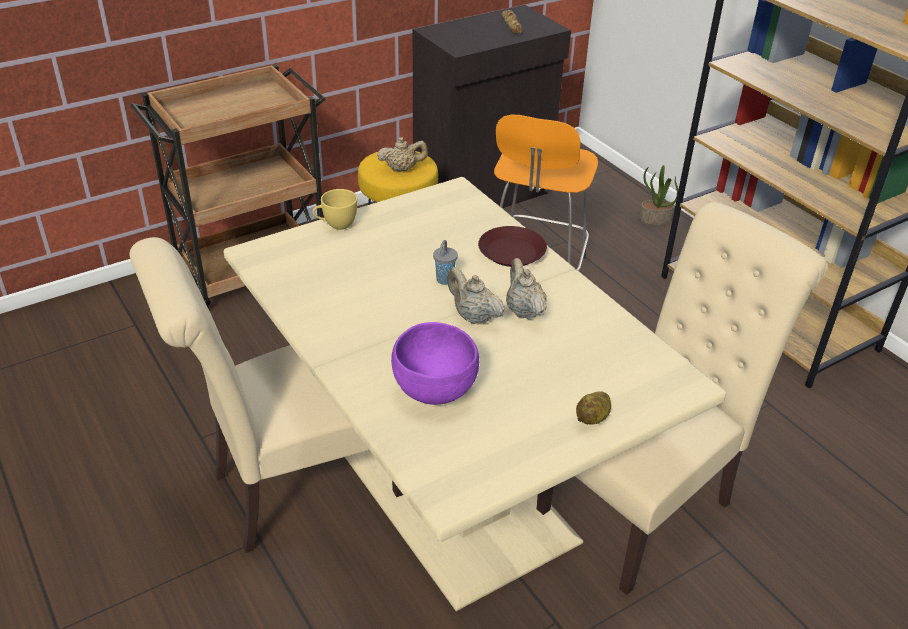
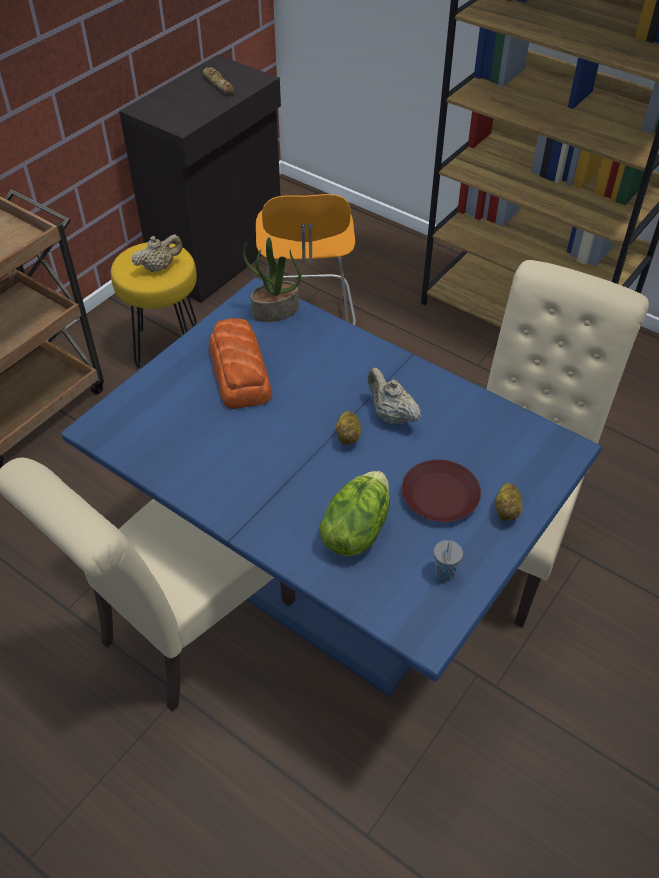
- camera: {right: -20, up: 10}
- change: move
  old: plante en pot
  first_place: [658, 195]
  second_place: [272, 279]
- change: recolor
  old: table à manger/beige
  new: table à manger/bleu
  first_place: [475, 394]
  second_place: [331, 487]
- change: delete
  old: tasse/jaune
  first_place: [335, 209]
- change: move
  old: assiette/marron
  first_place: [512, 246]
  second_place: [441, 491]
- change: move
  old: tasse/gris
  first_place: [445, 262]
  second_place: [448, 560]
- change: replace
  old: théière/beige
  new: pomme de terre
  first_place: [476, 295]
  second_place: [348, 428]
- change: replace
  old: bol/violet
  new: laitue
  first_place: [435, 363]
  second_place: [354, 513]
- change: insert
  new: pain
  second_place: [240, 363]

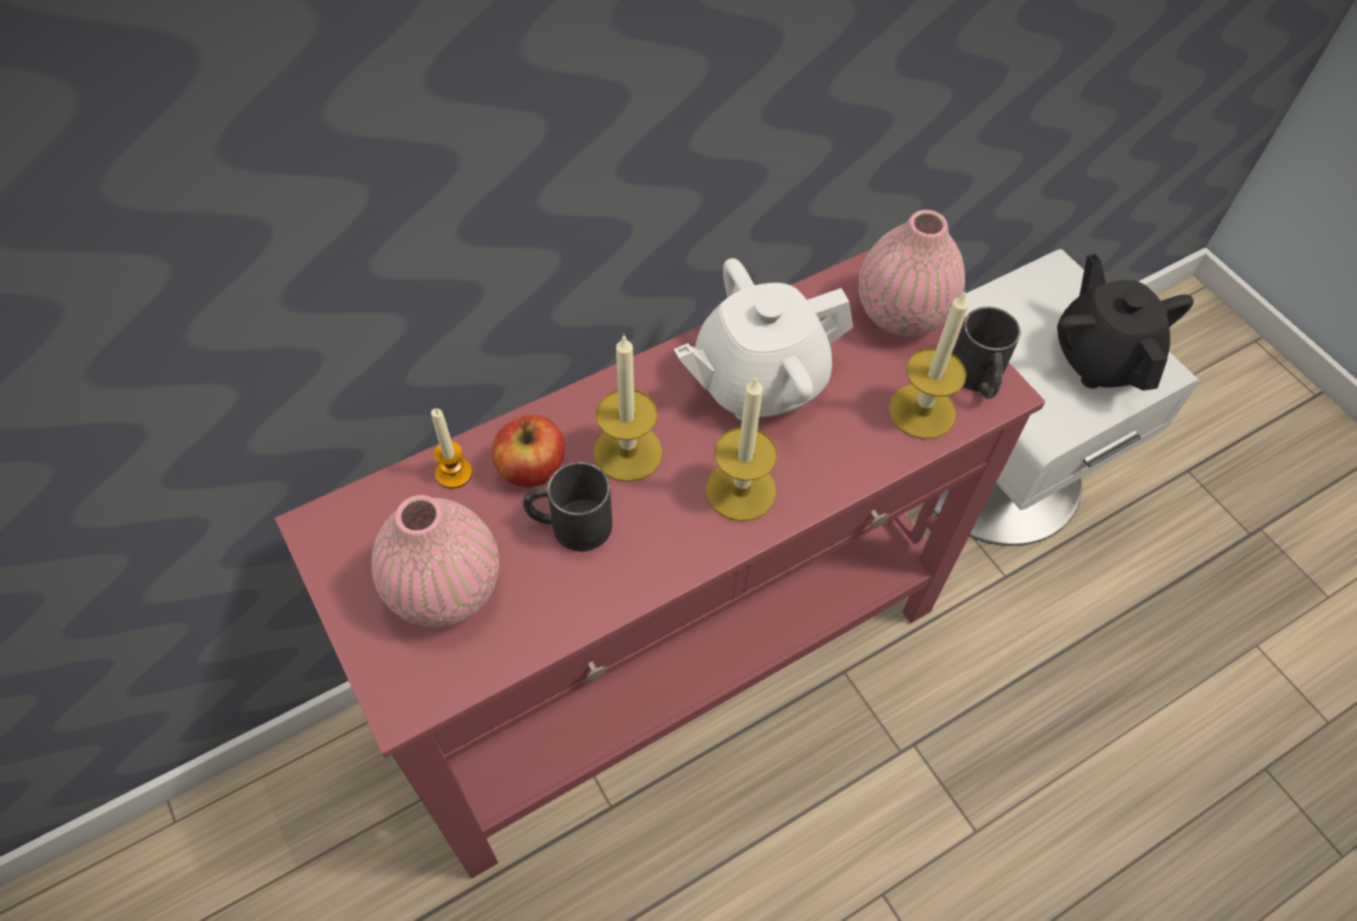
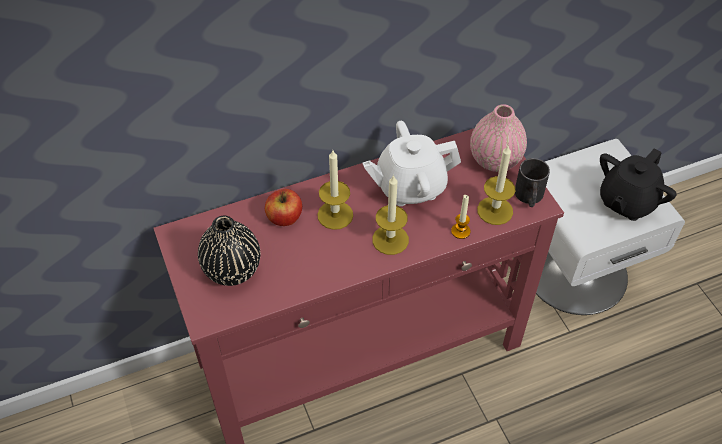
- camera: {right: 10, up: -5}
- change: rotate
  old: théière/noir
  first_place: [1125, 322]
  second_place: [638, 184]
  degrees: -135
- change: move
  old: bougie
  first_place: [451, 449]
  second_place: [461, 217]
- change: delete
  old: mug/noir
  first_place: [567, 506]
- change: recolor
  old: vase/rose
  new: vase/noir
  first_place: [435, 561]
  second_place: [229, 251]

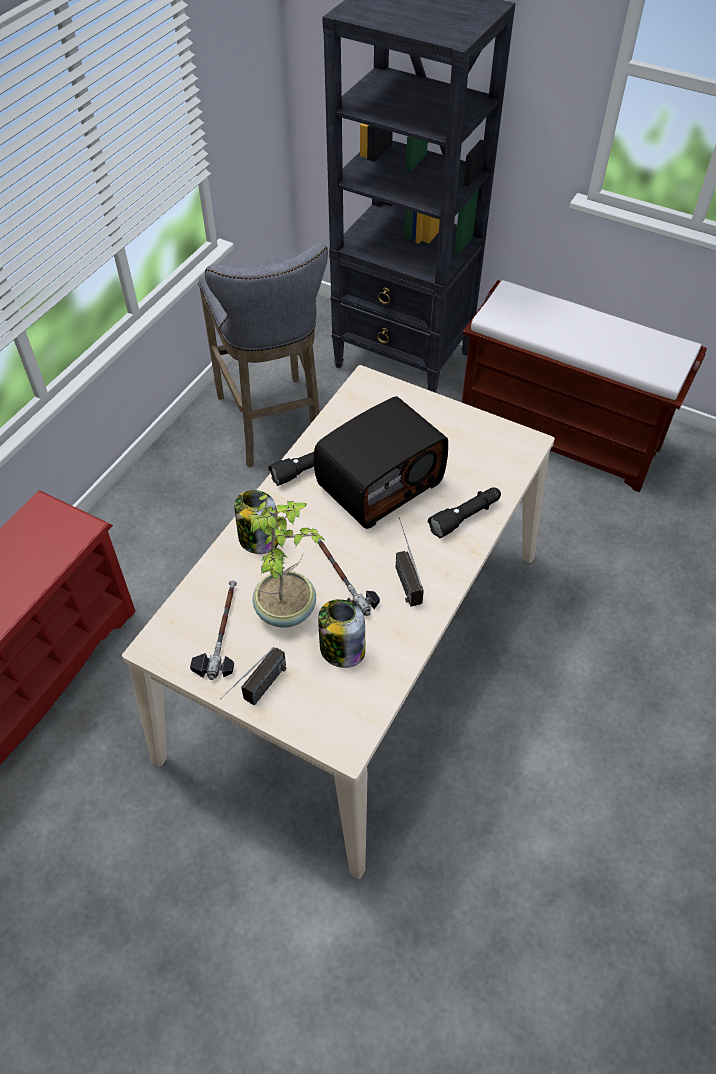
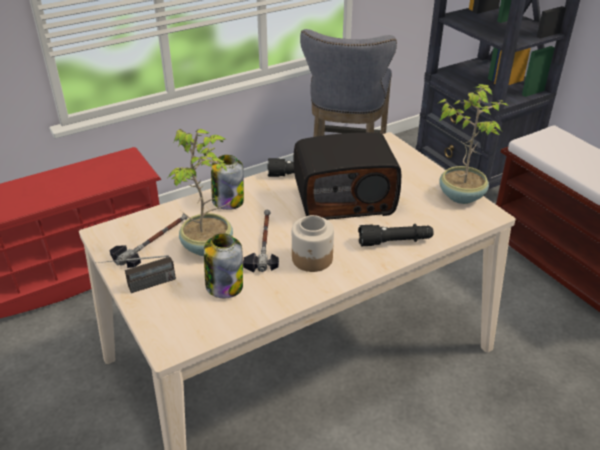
- camera: {right: 30, up: -15}
- change: replace
  old: radio
  new: bocal
  first_place: [409, 562]
  second_place: [313, 243]
- change: insert
  new: plante en pot
  second_place: [474, 144]

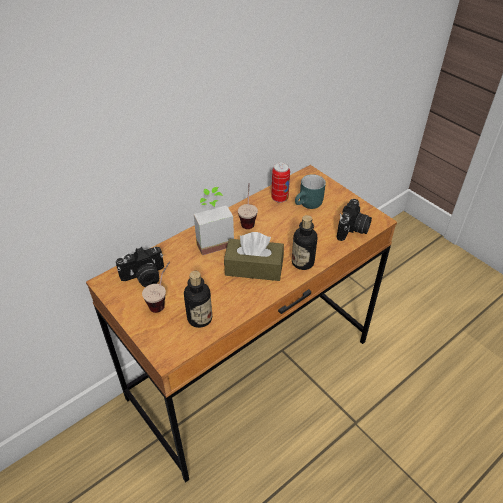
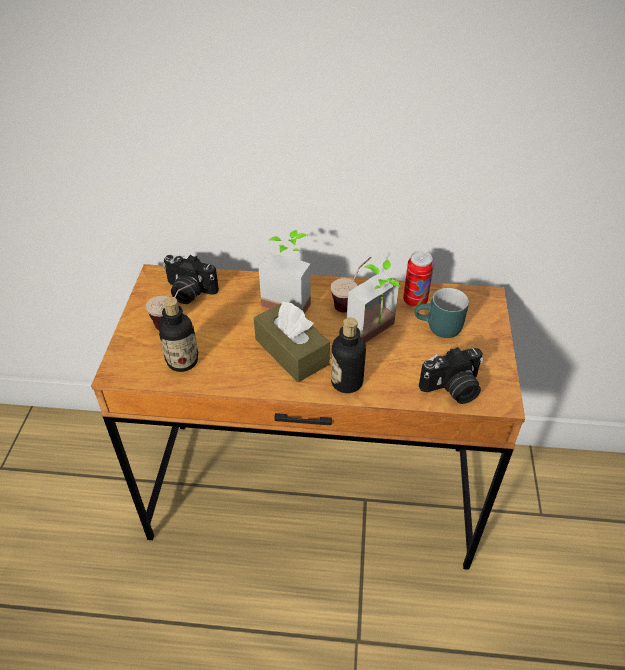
- camera: {right: 45, up: 0}
- change: insert
  new: plante en pot
  second_place: [373, 301]

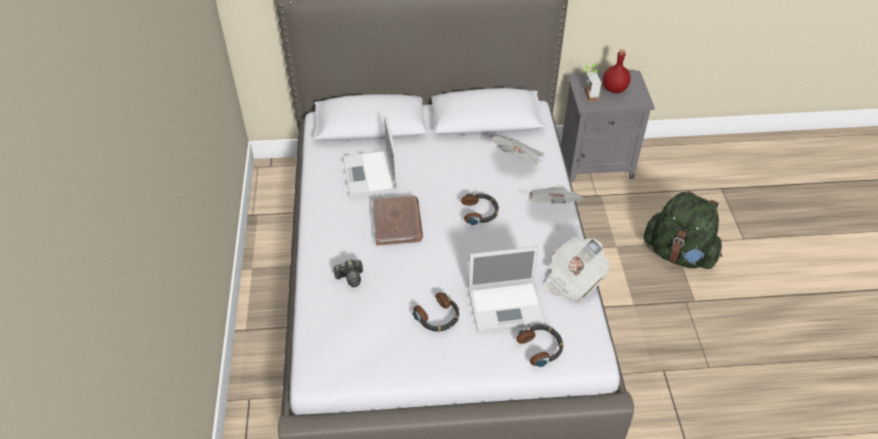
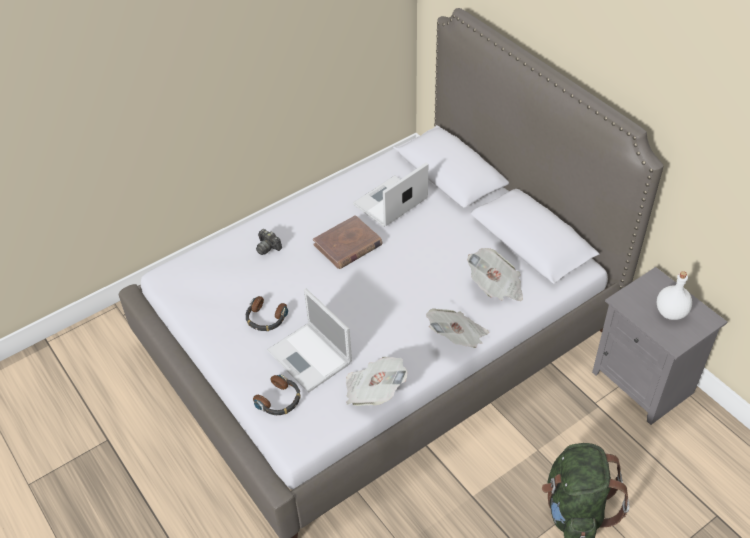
- camera: {right: 60, up: 0}
- change: recolor
  old: bouteille/rouge
  new: bouteille/blanc
  first_place: [617, 71]
  second_place: [674, 295]
- change: delete
  old: plante en pot
  first_place: [592, 83]
- change: delete
  old: casque audio
  first_place: [480, 209]

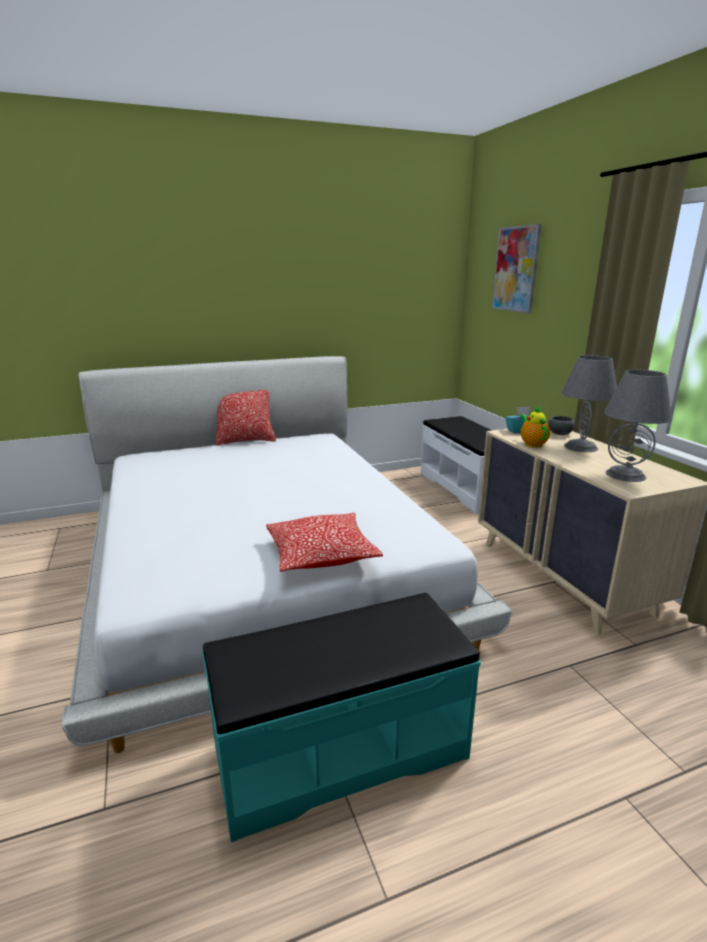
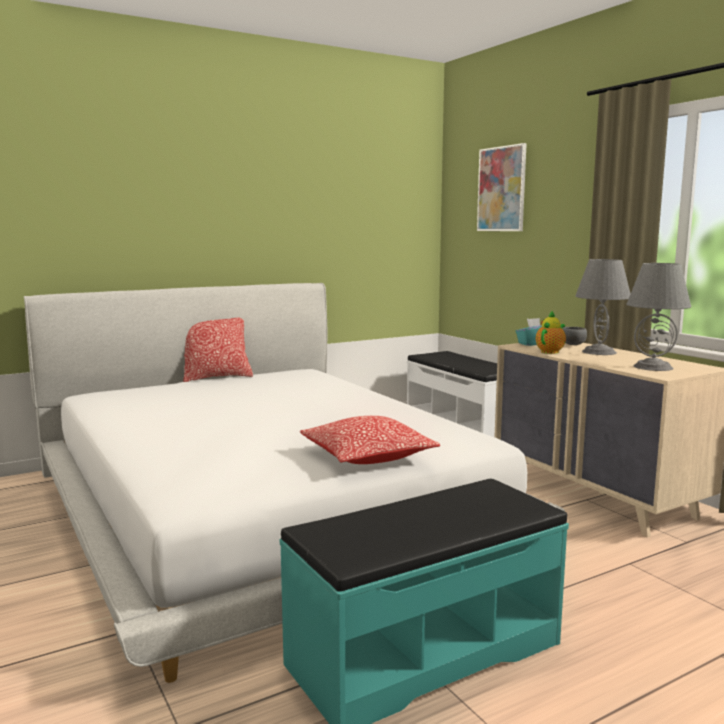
- camera: {right: -10, up: -10}
- change: rotate
  old: théière
  first_place: [535, 427]
  second_place: [551, 332]
  degrees: 60

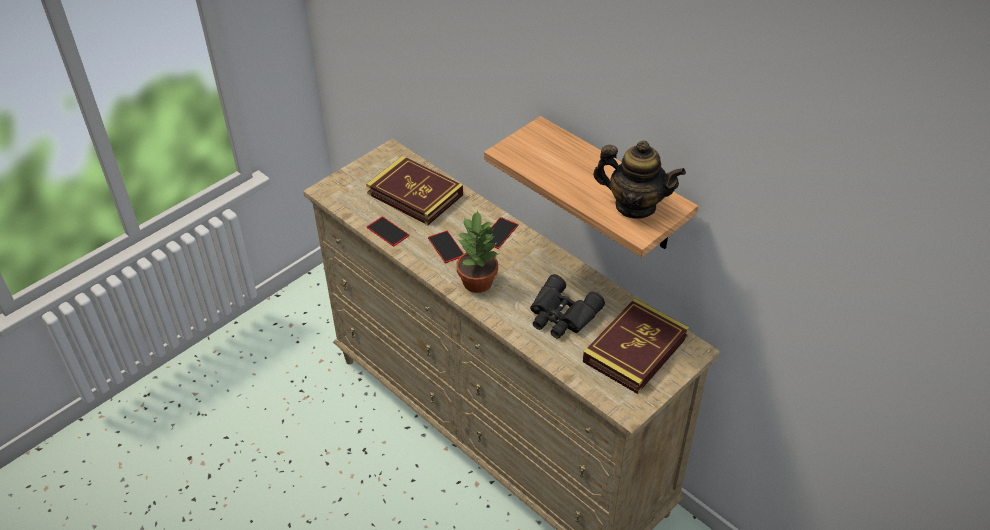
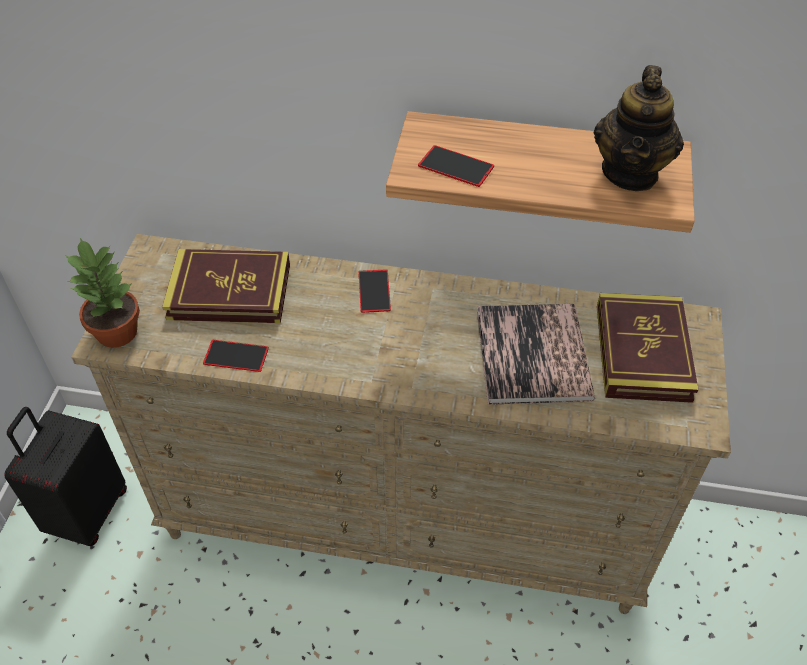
- camera: {right: -35, up: 5}
- change: rotate
  old: théière
  first_place: [639, 179]
  second_place: [639, 128]
  degrees: 120
- change: move
  old: plante en pot
  first_place: [478, 251]
  second_place: [102, 293]
- change: move
  old: téléphone
  first_place: [446, 246]
  second_place: [456, 166]
- change: replace
  old: jumelles/noir
  new: livre
  first_place: [567, 306]
  second_place: [536, 354]
- change: insert
  new: valise/noir
  second_place: [65, 476]

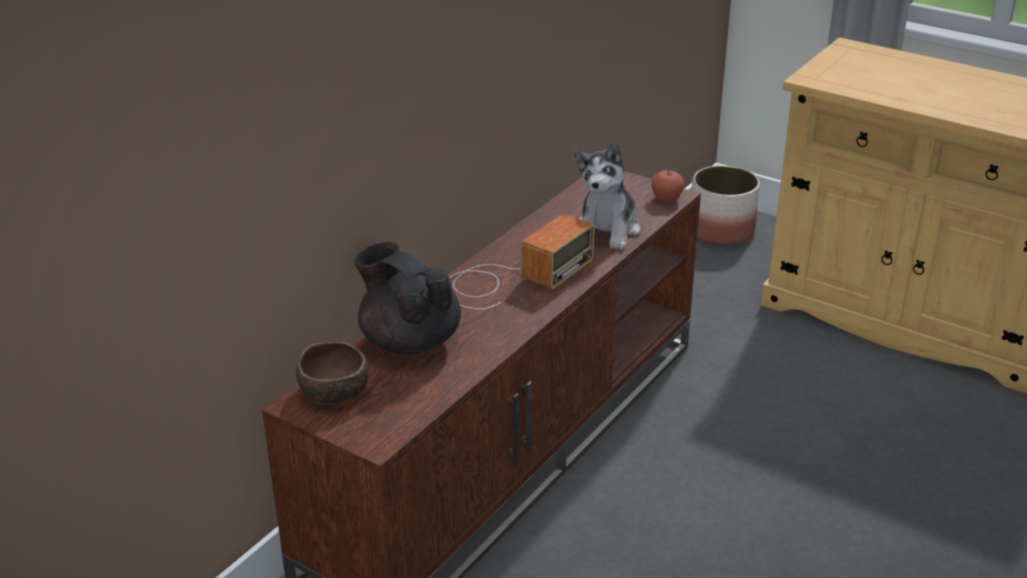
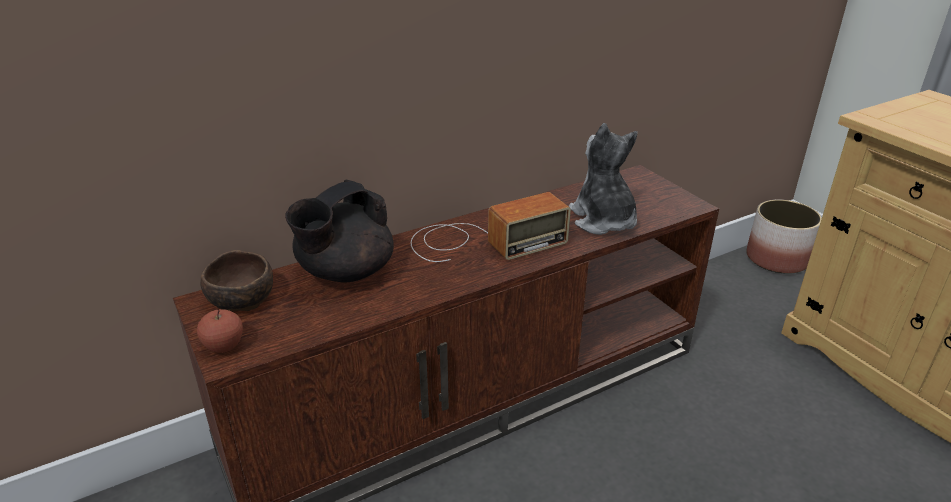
- camera: {right: 25, up: 0}
- change: rotate
  old: peluche
  first_place: [607, 196]
  second_place: [603, 179]
  degrees: 120
- change: move
  old: pomme
  first_place: [667, 185]
  second_place: [220, 331]
- change: rotate
  old: théière/noir
  first_place: [407, 298]
  second_place: [339, 231]
  degrees: -120

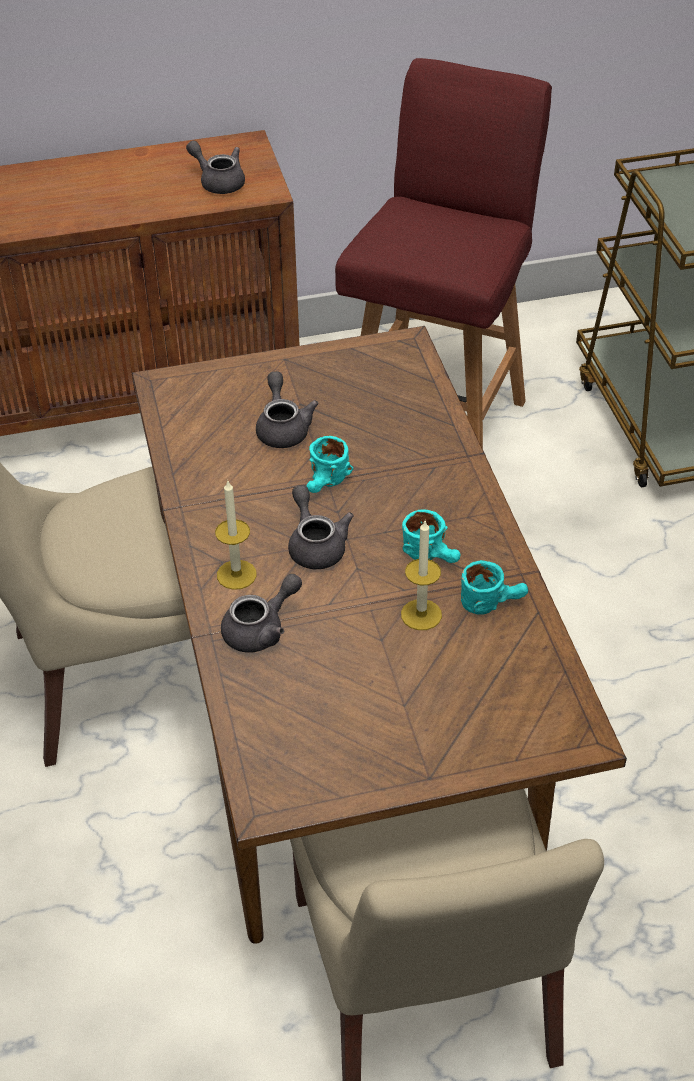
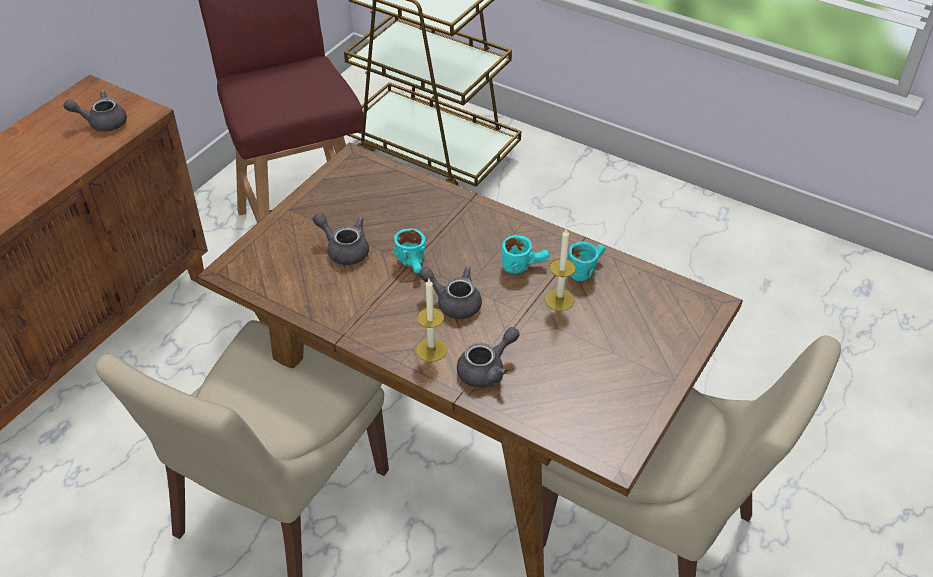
- camera: {right: -45, up: 0}
- change: rotate
  old: théière/gris
  first_place: [261, 613]
  second_place: [488, 357]
  degrees: 45

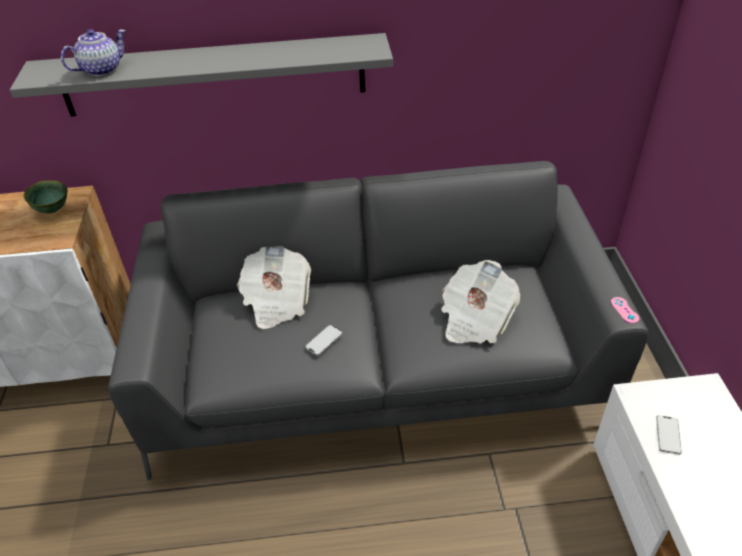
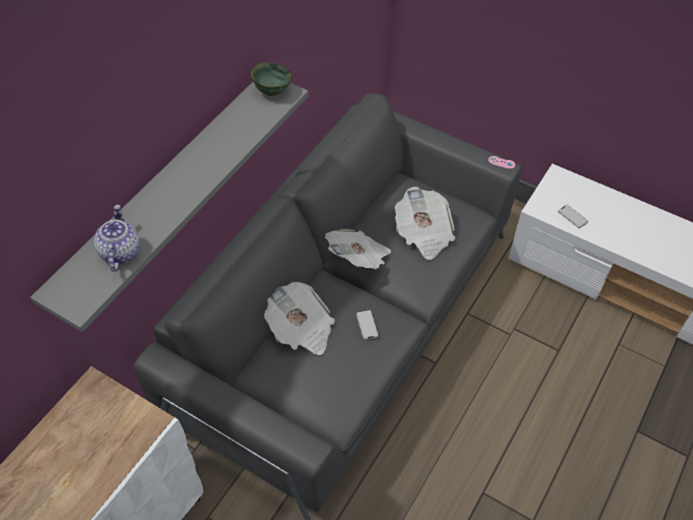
- camera: {right: -55, up: 10}
- change: move
  old: bol/vert
  first_place: [46, 197]
  second_place: [271, 79]
- change: insert
  new: journal
  second_place: [358, 249]

